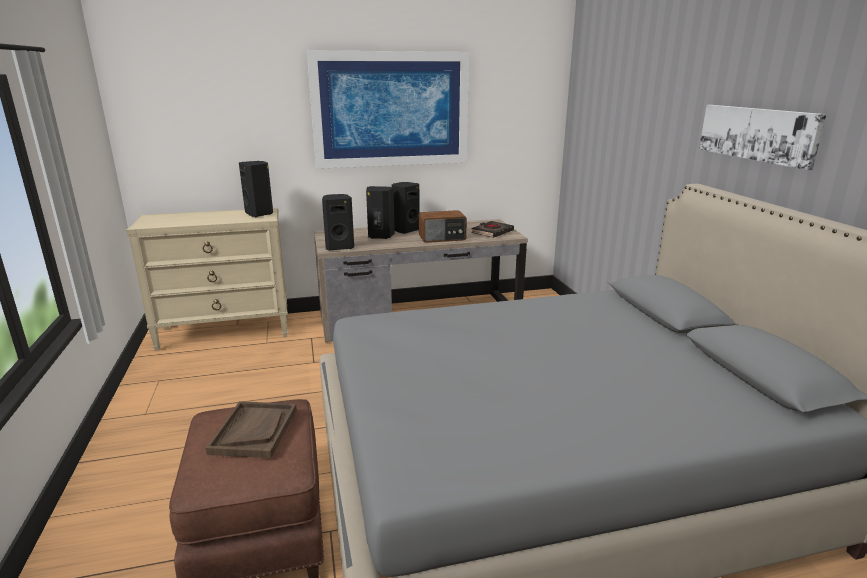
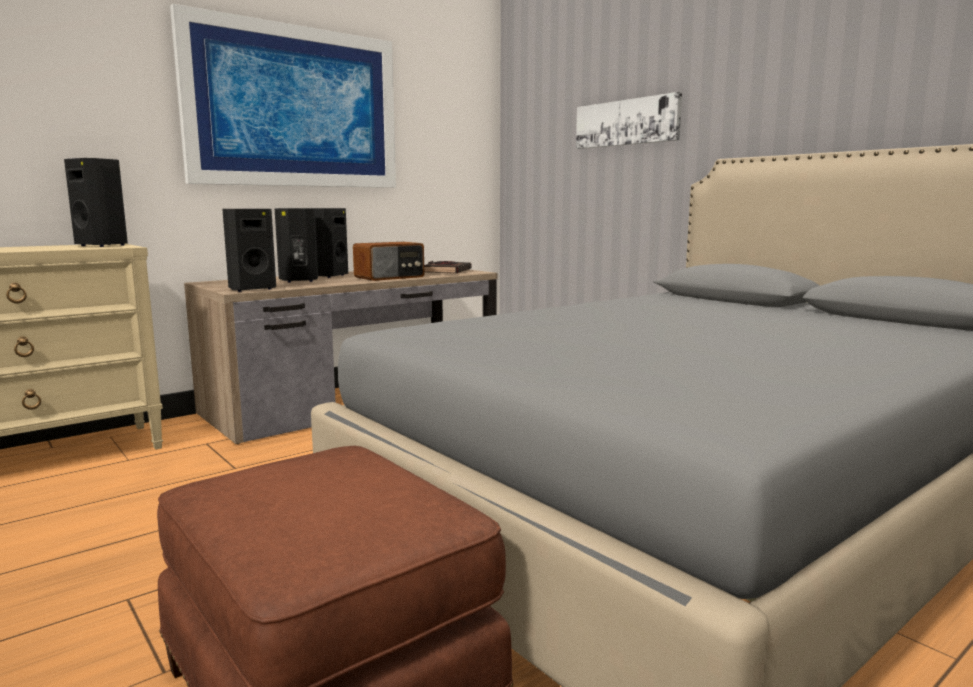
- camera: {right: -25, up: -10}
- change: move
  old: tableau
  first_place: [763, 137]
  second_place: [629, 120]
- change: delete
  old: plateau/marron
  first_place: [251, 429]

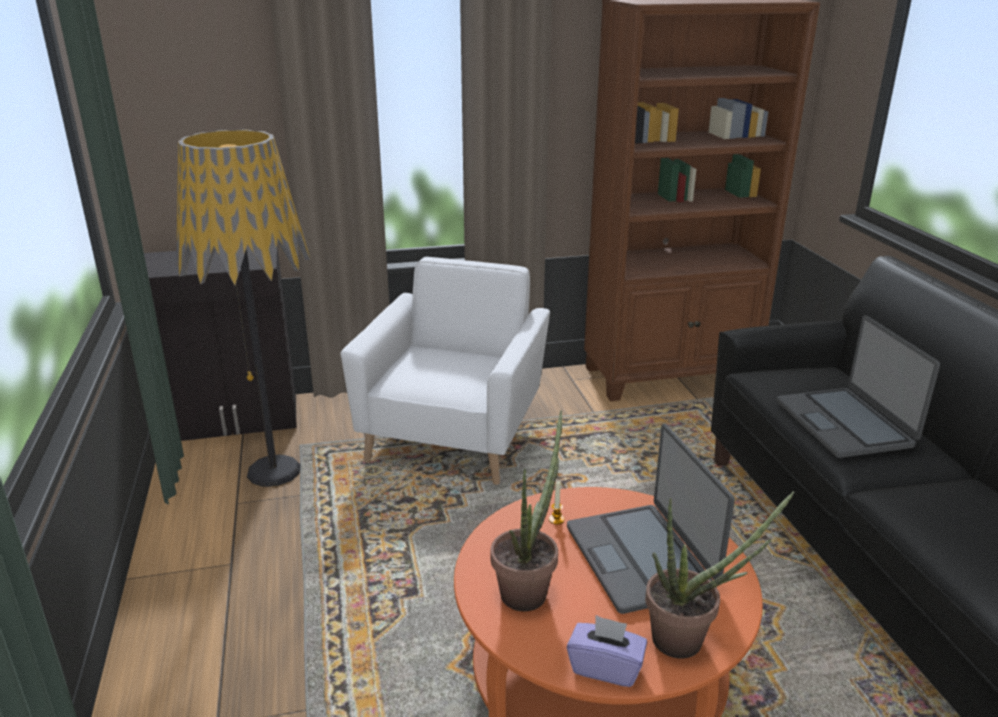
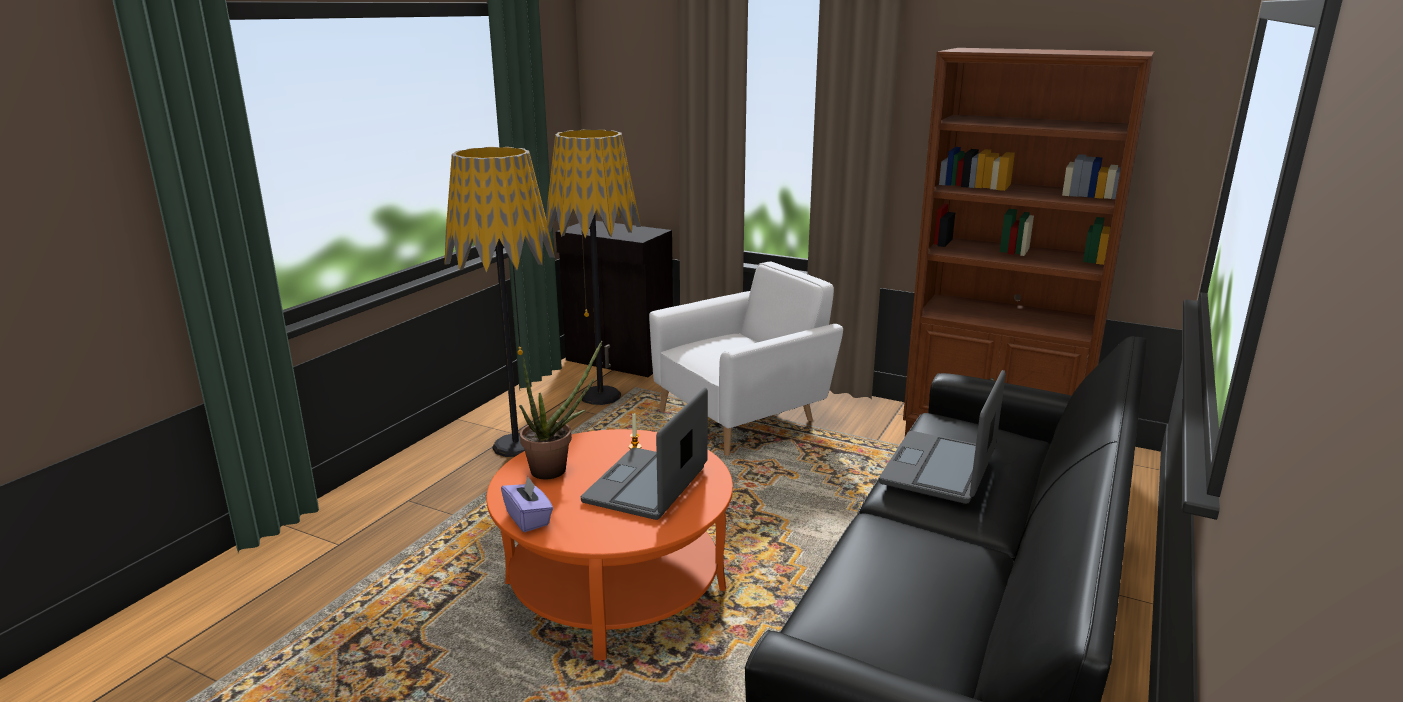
- camera: {right: 40, up: -5}
- change: delete
  old: plante en pot
  first_place: [719, 574]
- change: insert
  new: lampadaire
  second_place: [499, 302]

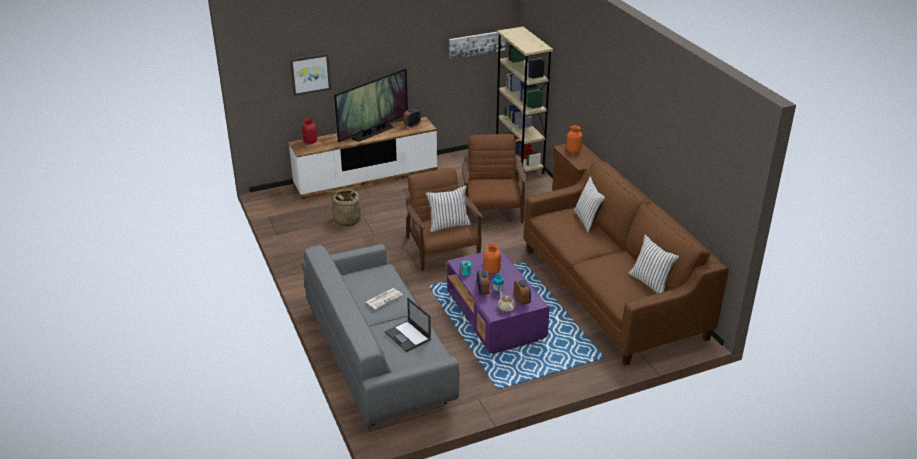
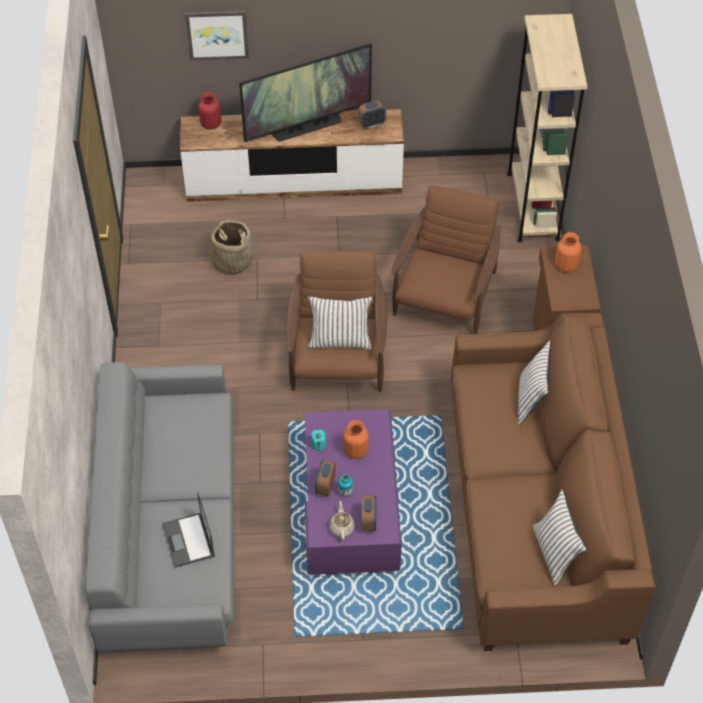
- camera: {right: 20, up: 20}
- change: delete
  old: tableau
  first_place: [477, 45]
- change: delete
  old: journal
  first_place: [384, 298]

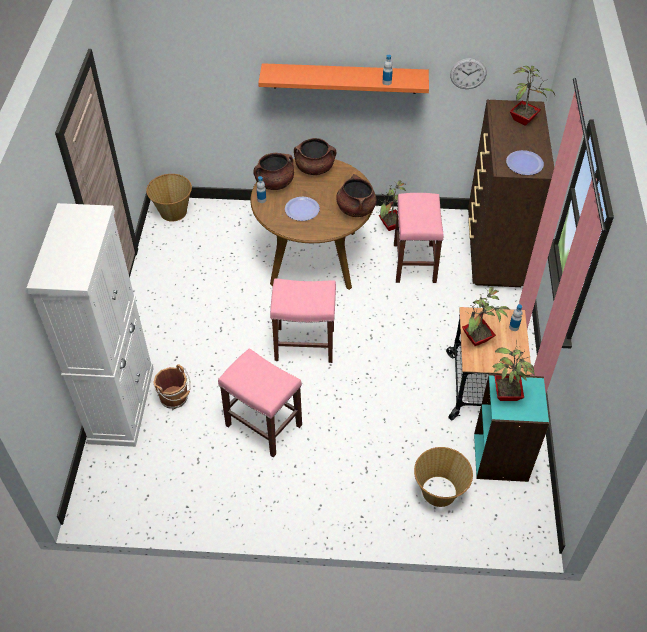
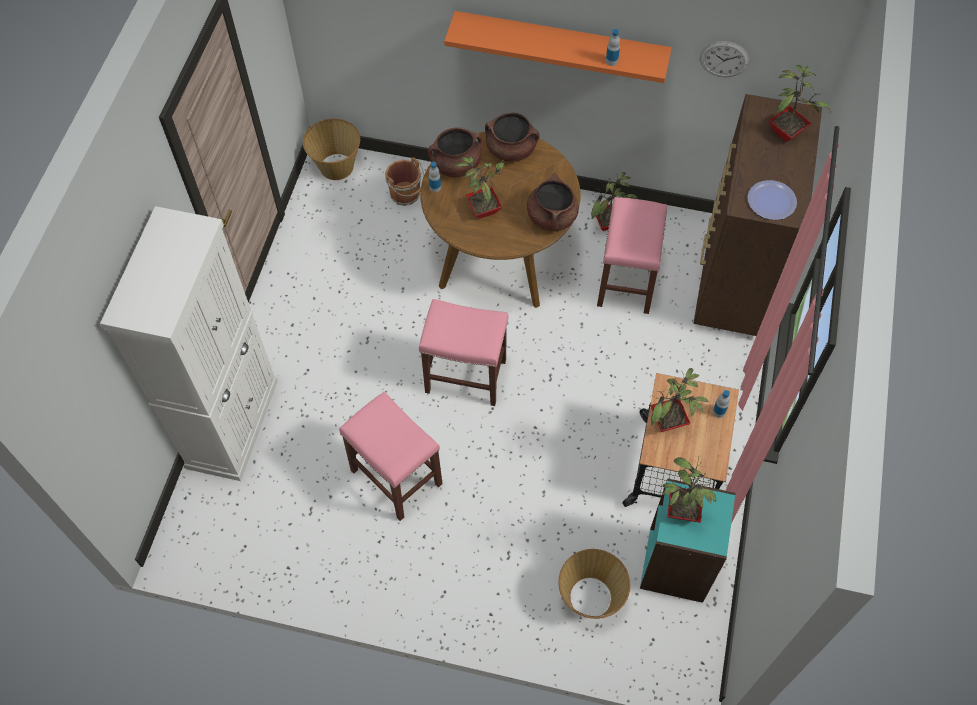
- camera: {right: 10, up: 10}
- change: replace
  old: assiette
  new: plante en pot
  first_place: [302, 209]
  second_place: [480, 188]
- change: move
  old: seau/marron
  first_place: [172, 386]
  second_place: [404, 181]

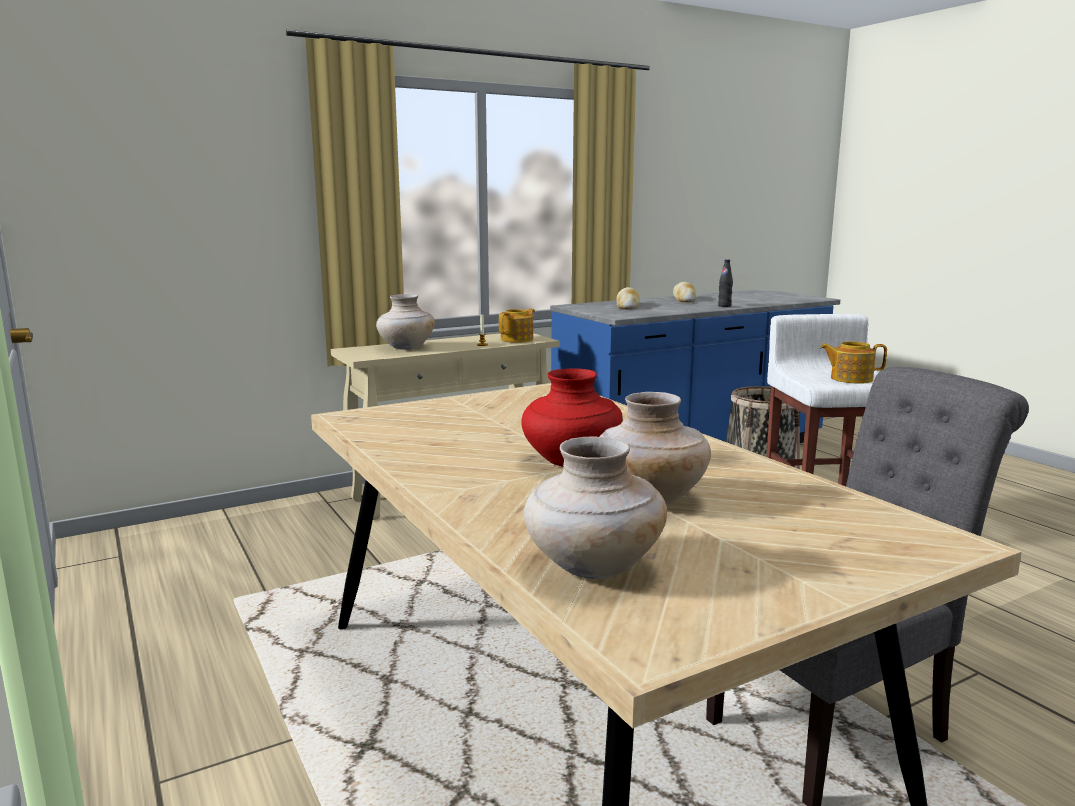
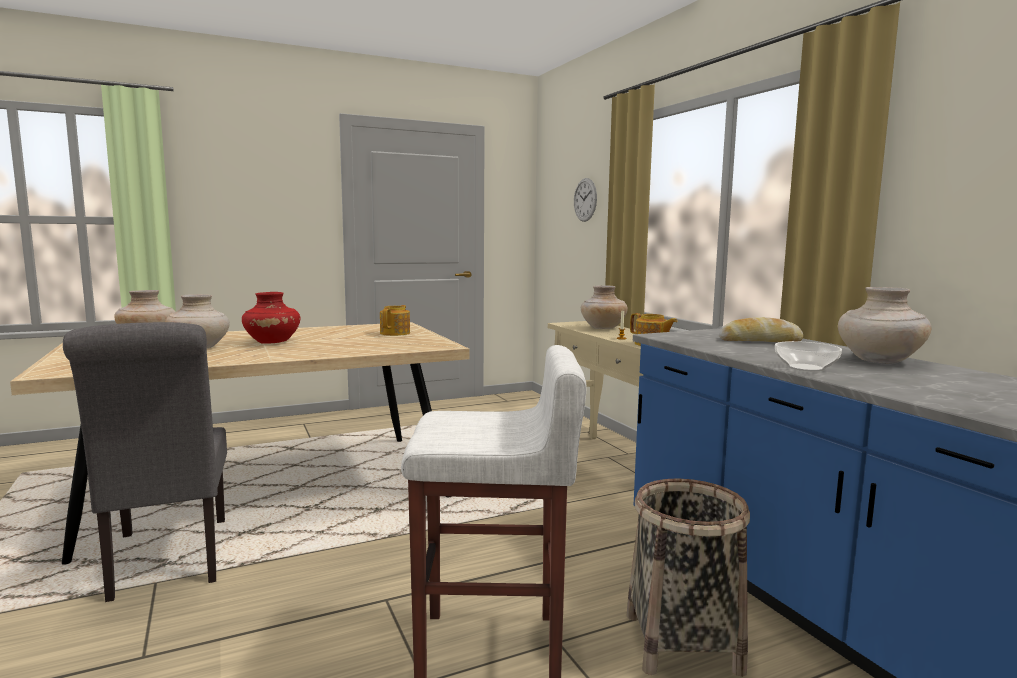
- camera: {right: 95, up: -5}
- change: replace
  old: bouteille/noir
  new: bol
  first_place: [725, 283]
  second_place: [808, 356]
- change: replace
  old: pain
  new: vase/beige
  first_place: [684, 292]
  second_place: [885, 325]
- change: move
  old: théière
  first_place: [853, 362]
  second_place: [395, 320]
- change: insert
  new: horloge murale
  second_place: [585, 200]

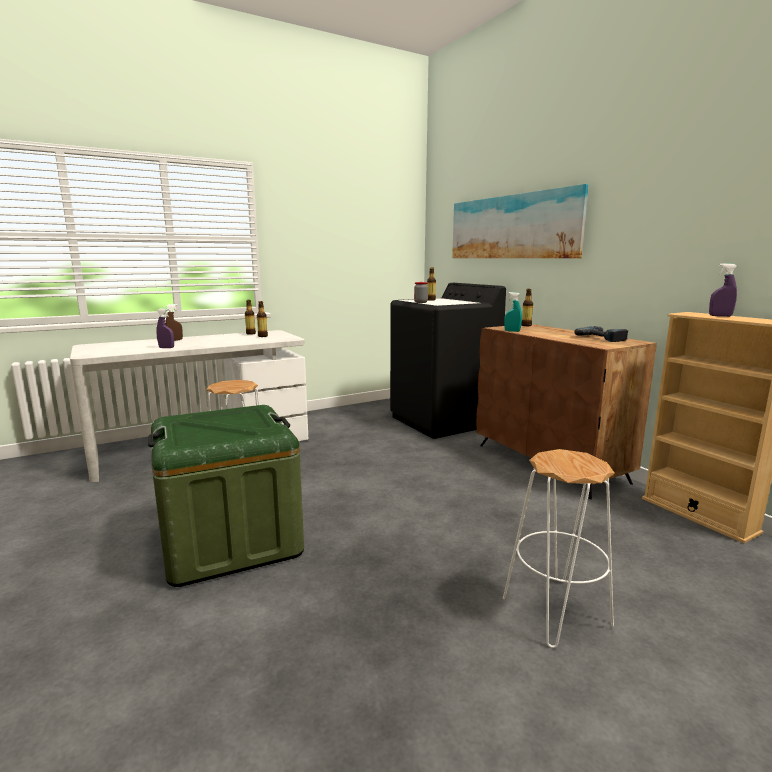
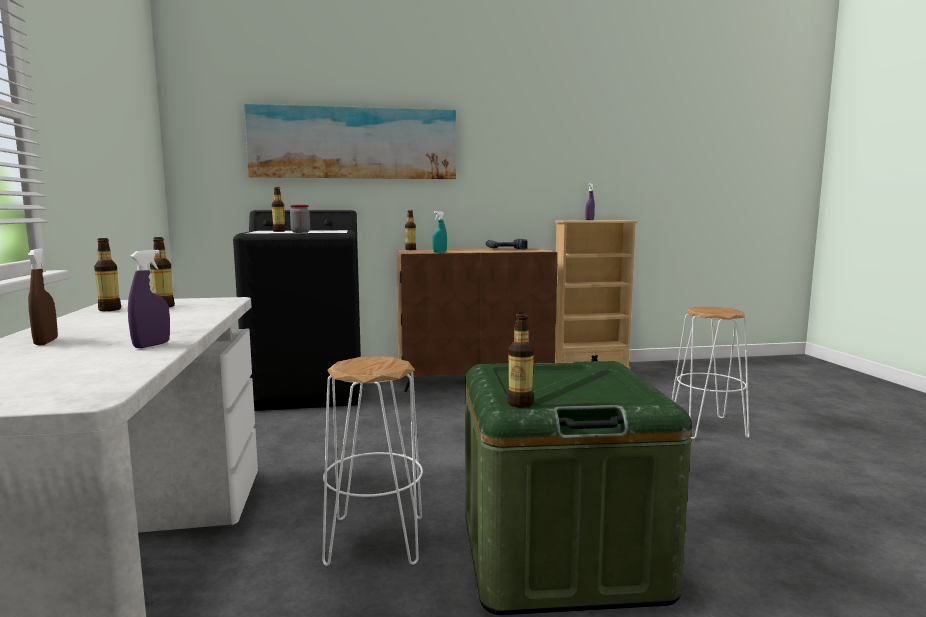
- camera: {right: -70, up: -5}
- change: insert
  new: bouteille
  second_place: [520, 360]

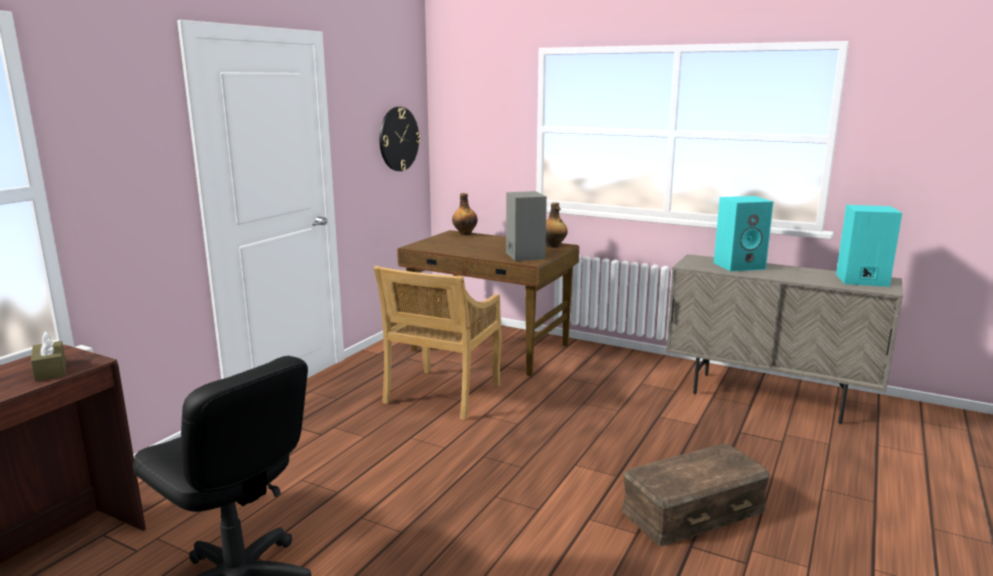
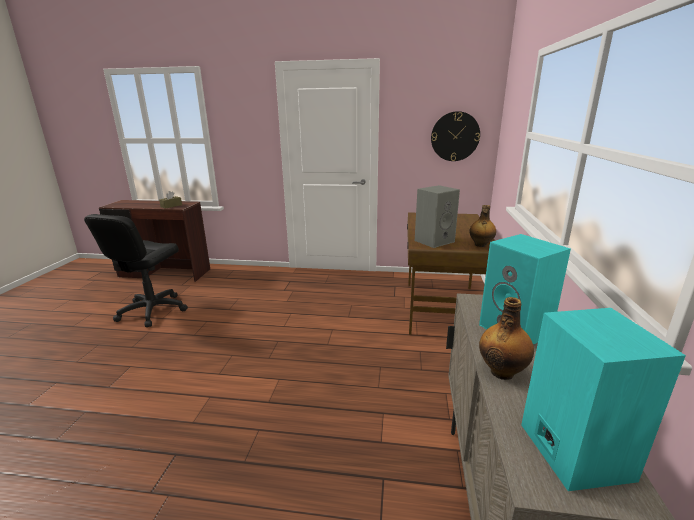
- camera: {right: 70, up: 5}
- change: move
  old: bouteille
  first_place: [465, 214]
  second_place: [506, 338]
- change: delete
  old: chaise/beige
  first_place: [438, 343]
- change: delete
  old: boîte de rangement/marron
  first_place: [696, 495]

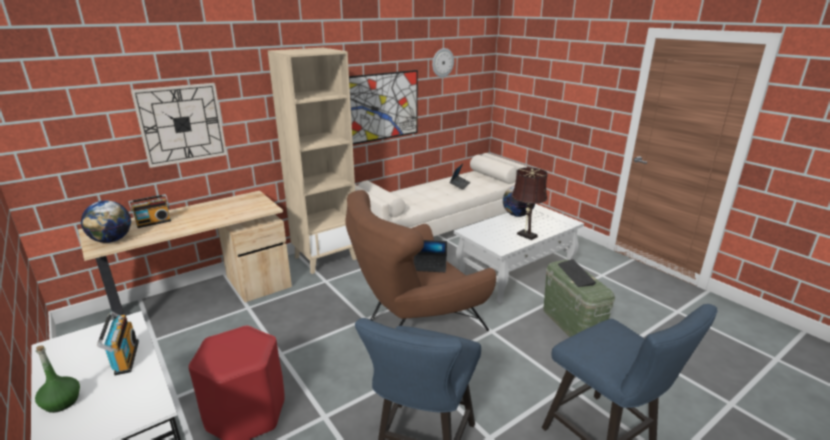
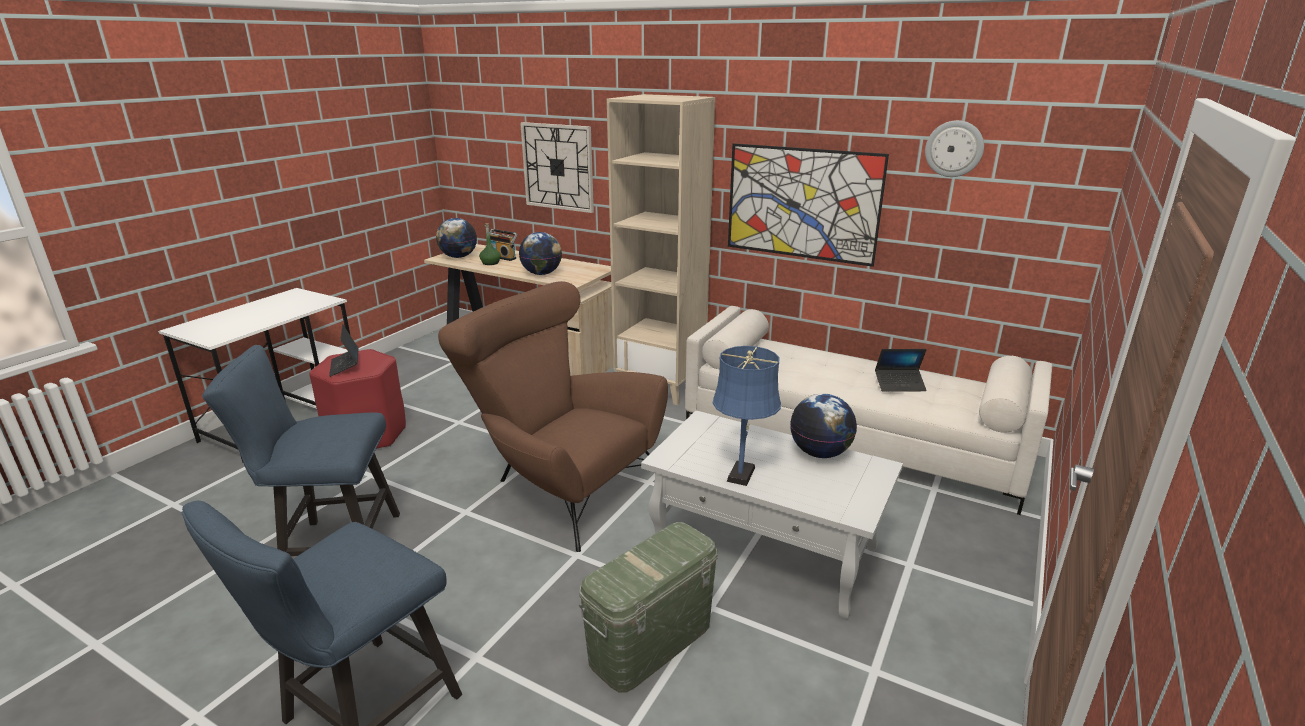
- camera: {right: 65, up: 0}
- change: recolor
  old: lampe de table/marron
  new: lampe de table/bleu
  first_place: [530, 203]
  second_place: [747, 416]
- change: move
  old: ordinateur portable
  first_place: [430, 256]
  second_place: [344, 350]
- change: delete
  old: clavier
  first_place: [577, 273]
- change: delete
  old: radio
  first_place: [118, 343]
- change: move
  old: bouteille/vert
  first_place: [57, 379]
  second_place: [490, 244]
- change: insert
  new: globe
  second_place: [540, 253]

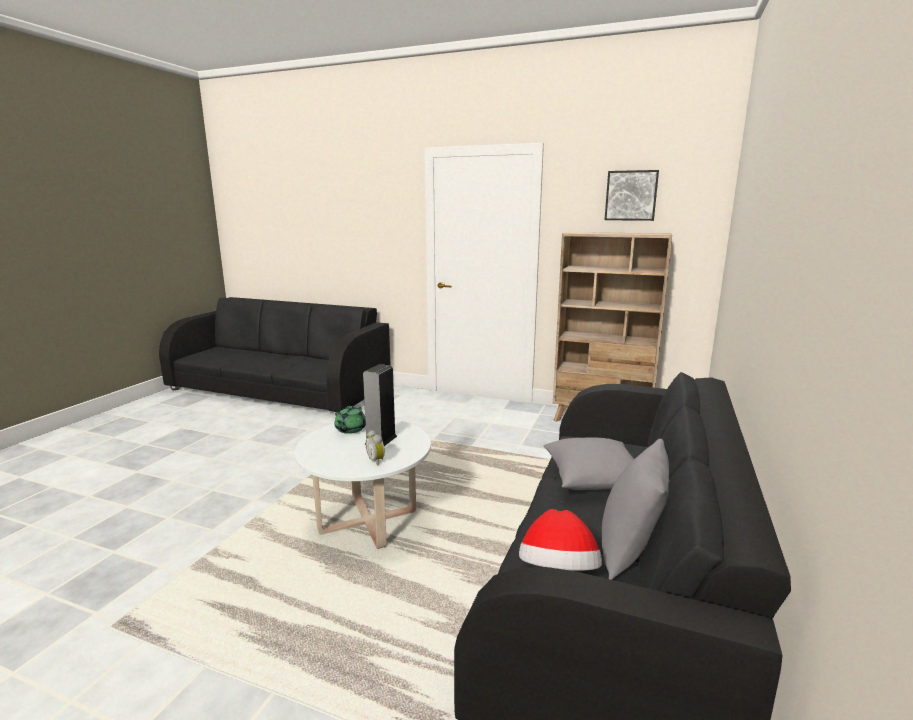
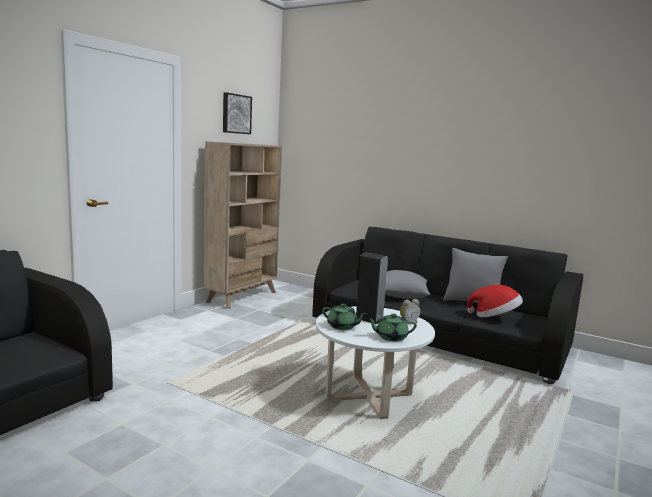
- camera: {right: -80, up: -5}
- change: insert
  new: théière/vert
  second_place: [392, 327]

